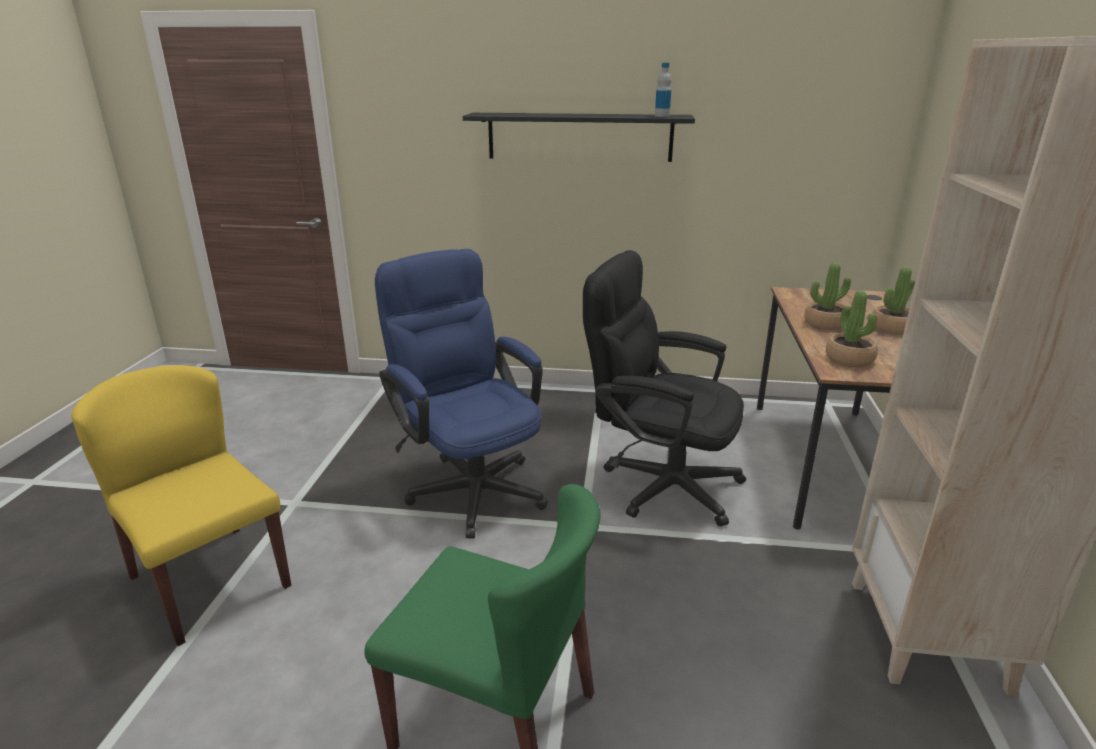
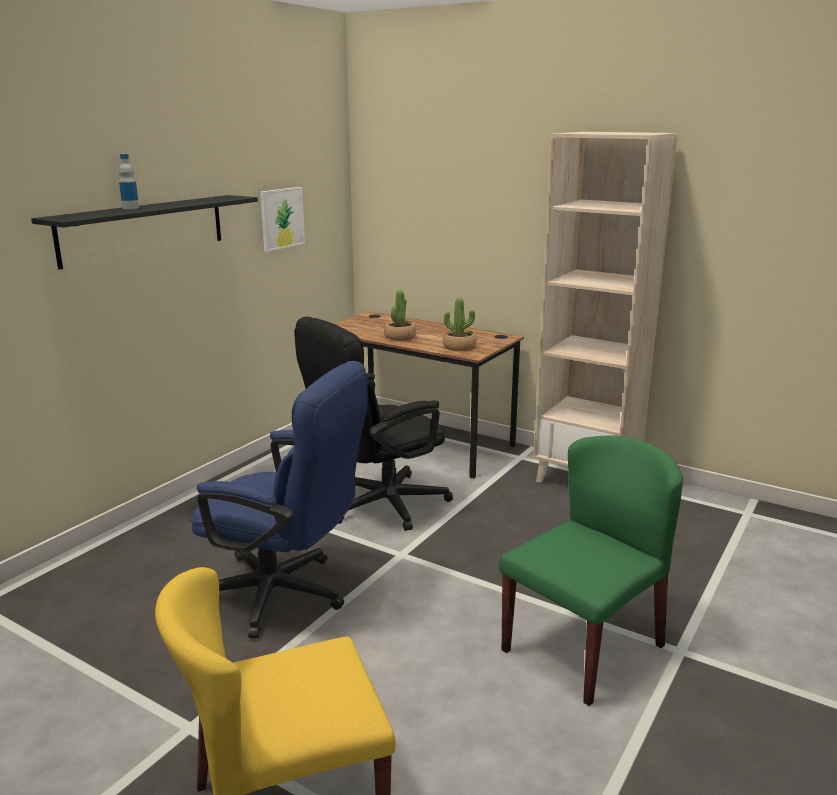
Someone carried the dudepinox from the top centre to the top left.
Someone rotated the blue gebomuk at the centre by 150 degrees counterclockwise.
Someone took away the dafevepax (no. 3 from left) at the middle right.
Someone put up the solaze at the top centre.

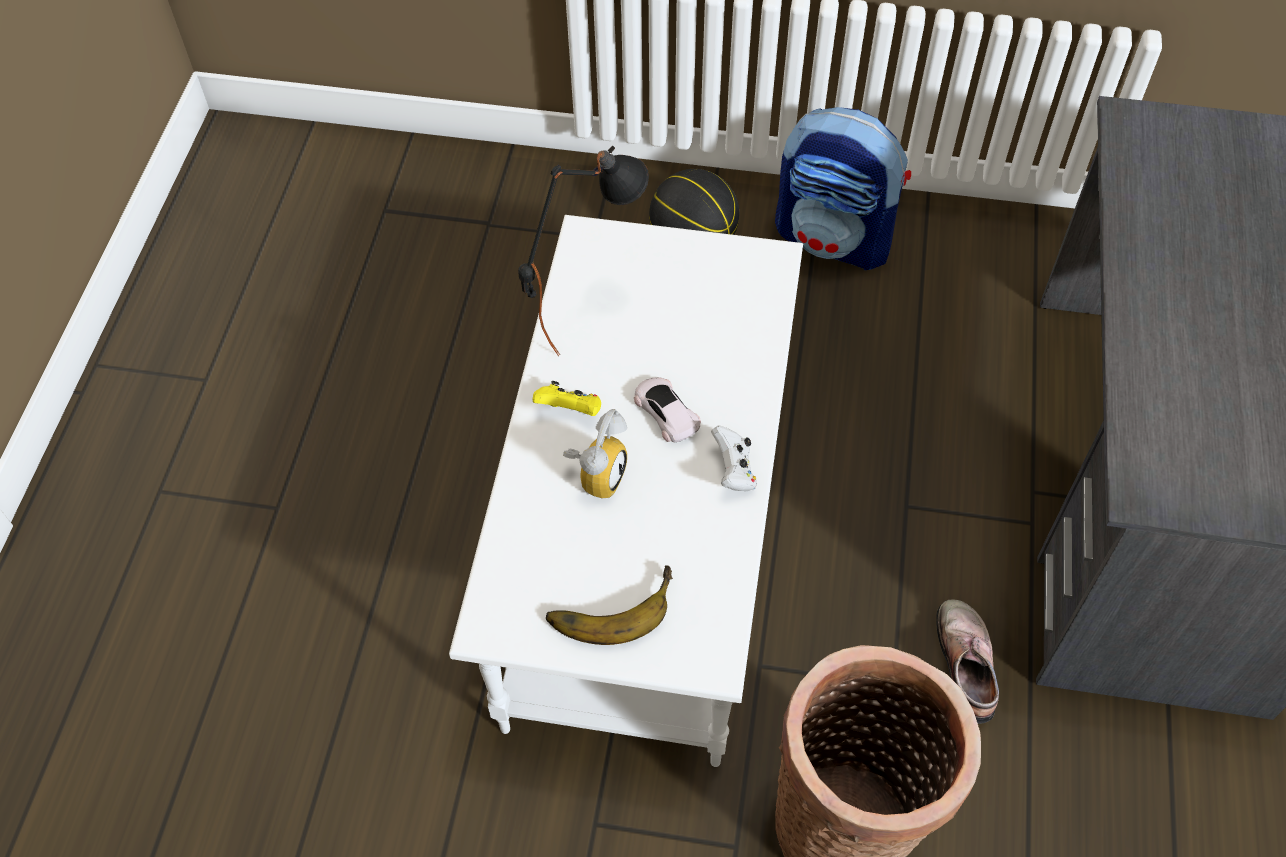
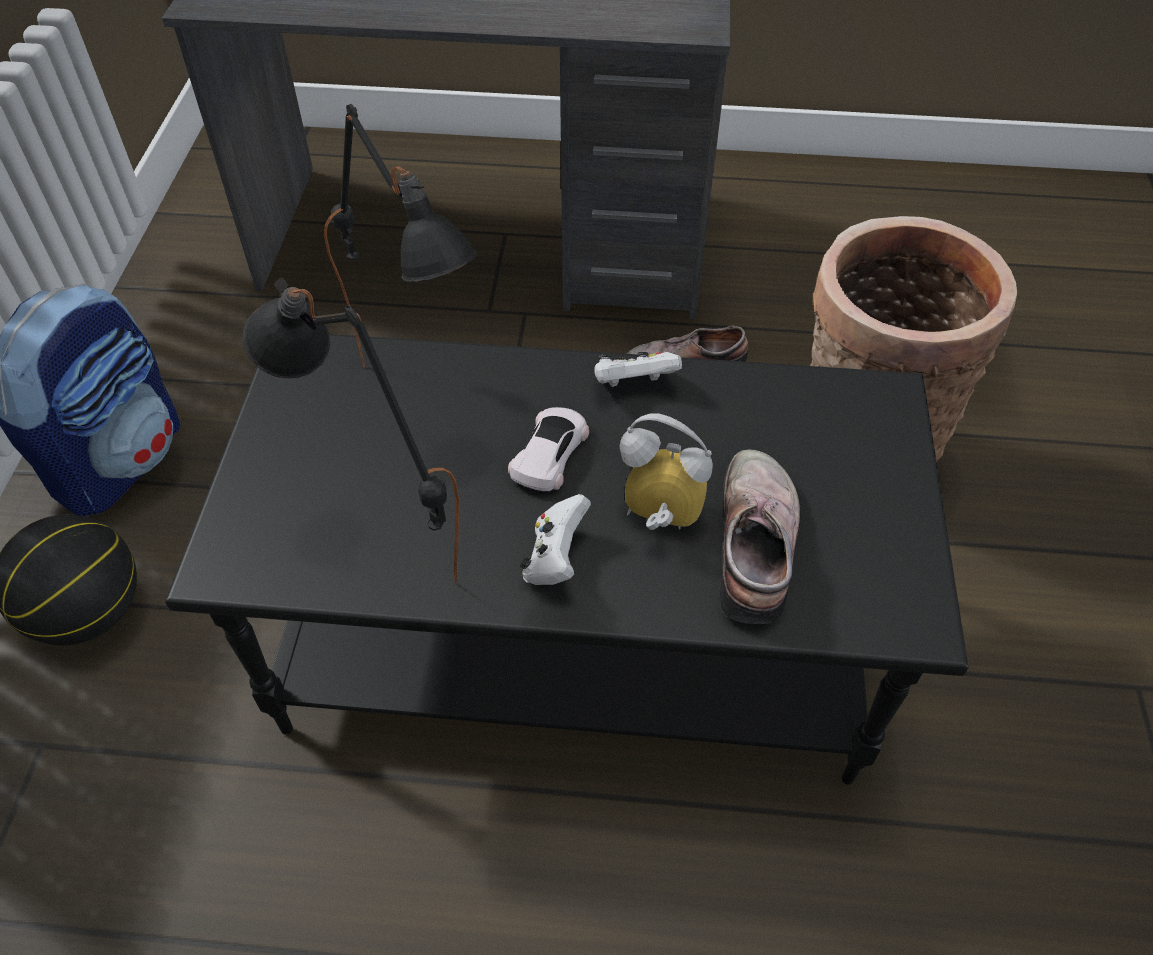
Someone repainted the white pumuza at the centre, which became the black pumuza at the centre.
Someone rotated the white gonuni at the centre by 150 degrees clockwise.
Someone repainted the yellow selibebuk at the centre, which became the white selibebuk (no. 1 from left) at the centre.
Someone took away the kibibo at the bottom centre.
Someone put down the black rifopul (no. 2 from left) at the top centre.
Someone put down the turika (no. 2 from left) at the centre.

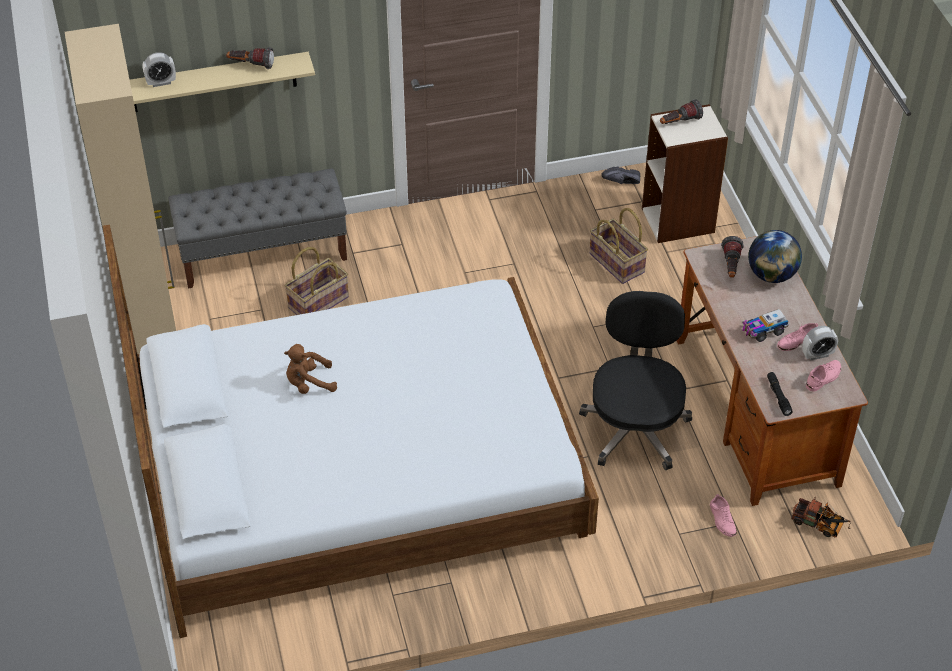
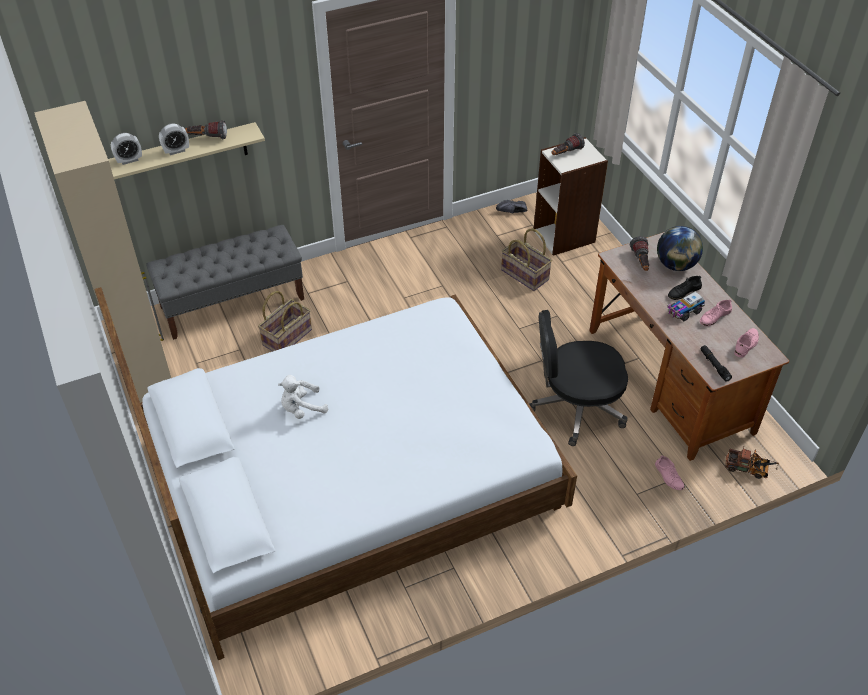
Someone rotated the black gebomuk at the middle right by 90 degrees counterclockwise.
Someone carried the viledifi (no. 2 from left) from the middle right to the top left.
Someone repainted the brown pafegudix at the middle left, which became the white pafegudix at the centre.
Someone put down the black turika (no. 2 from left) at the middle right.

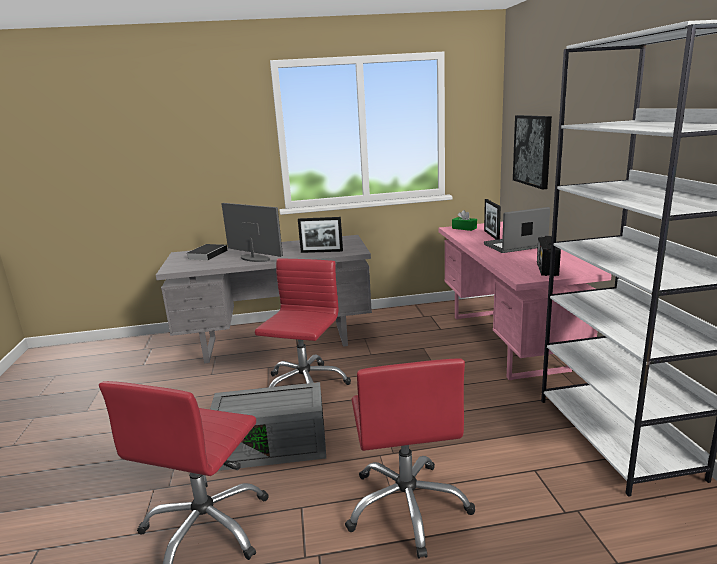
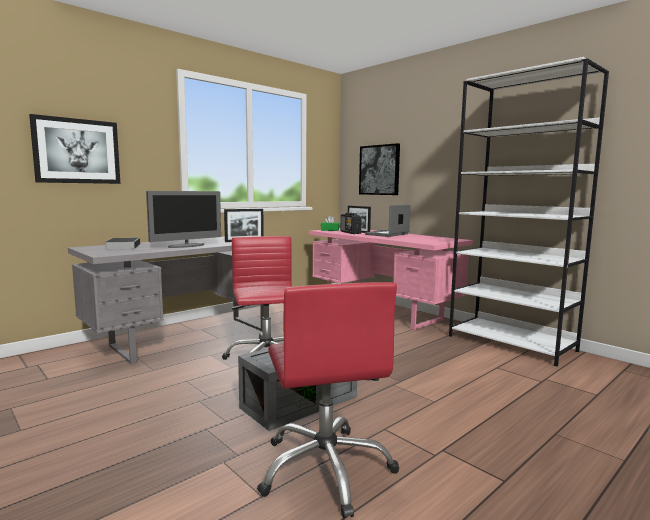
Someone rotated the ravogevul at the centre by 135 degrees clockwise.
Someone carried the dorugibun from the middle right to the centre.
Someone took away the red gebomuk (no. 3 from left) at the bottom centre.
Someone put up the solaze (no. 1 from left) at the top left.

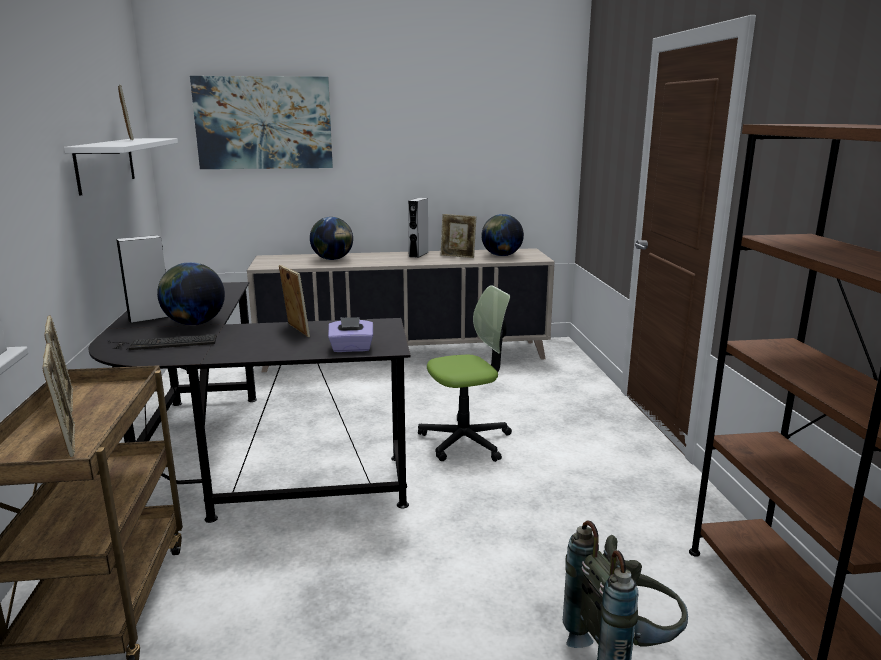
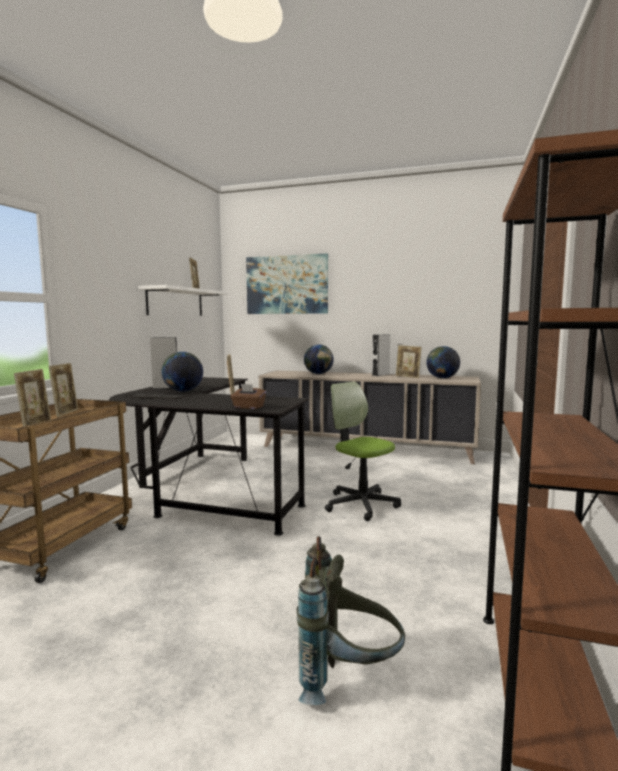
Someone rotated the gebomuk at the centre by 135 degrees counterclockwise.
Someone repainted the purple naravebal at the centre, which became the brown naravebal at the centre.

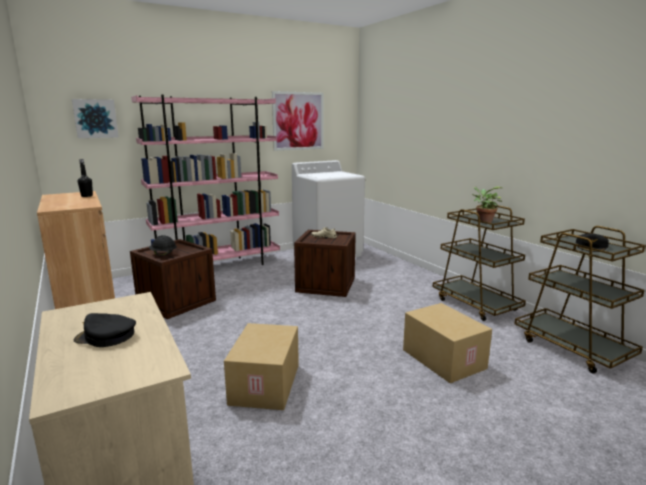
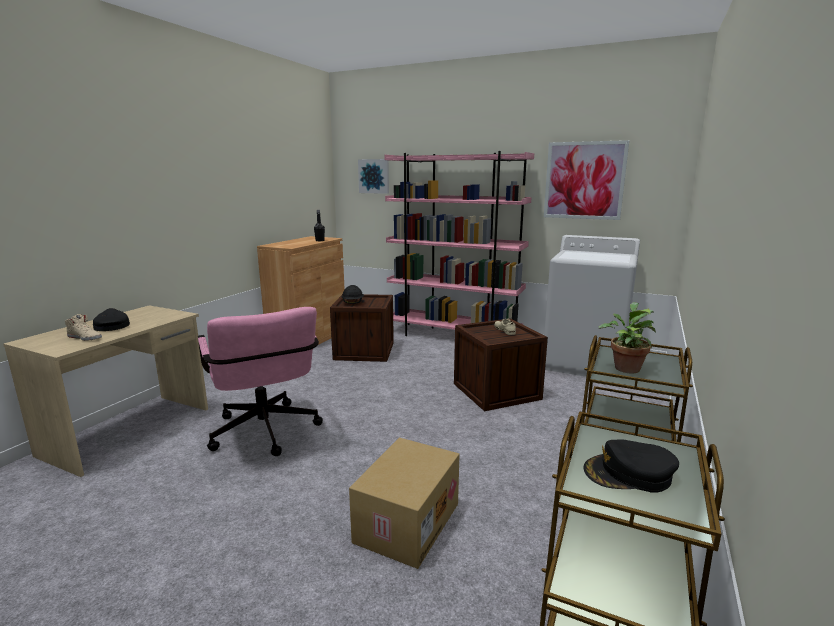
Someone swapped the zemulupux (no. 1 from left) at the bottom centre for the pink gebomuk at the middle left.
Someone put down the beige turika (no. 1 from left) at the middle left.

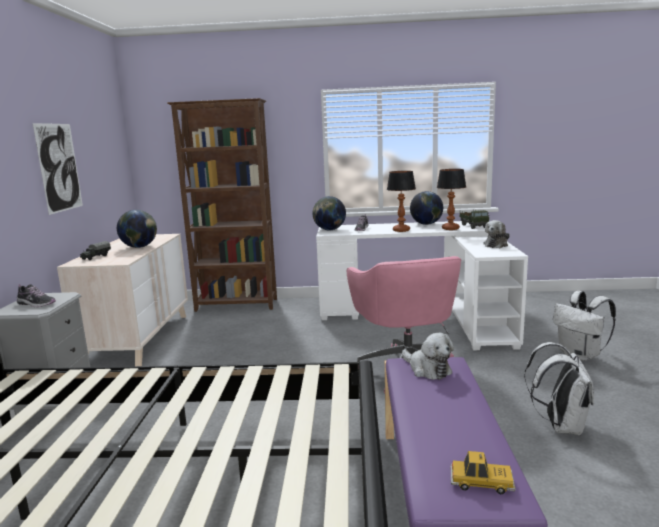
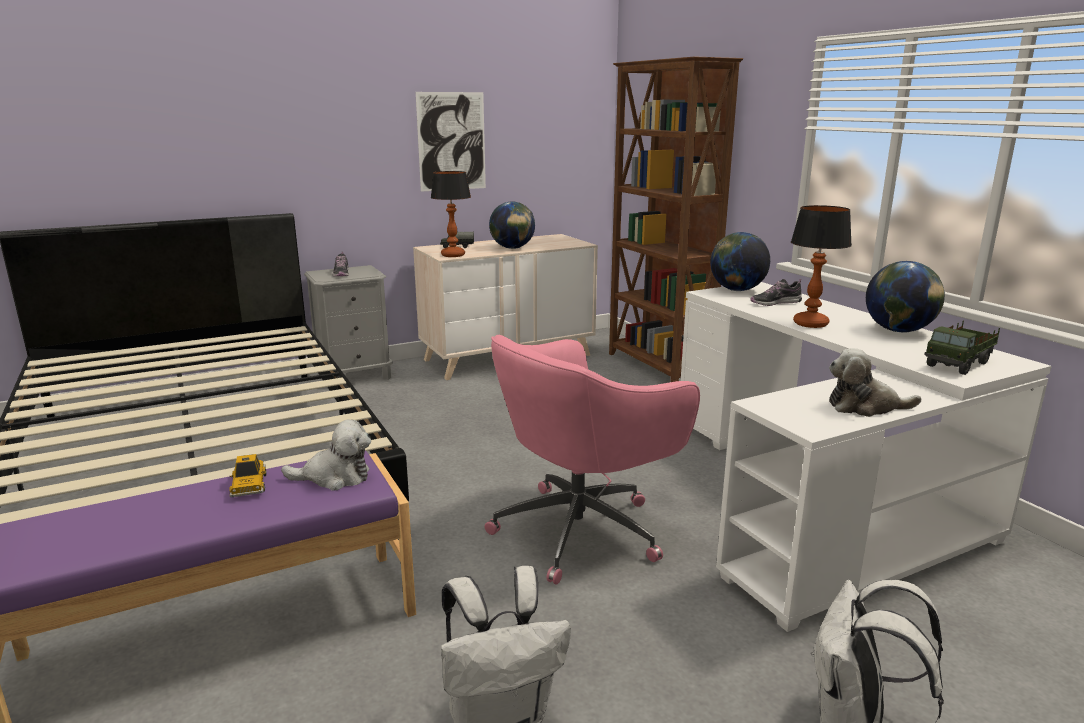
Someone carried the rifopul (no. 2 from left in the first image) from the middle right to the top centre.
Someone rotated the pafegudix (no. 1 from left) at the bottom centre by 120 degrees counterclockwise.
Someone carried the gonuni from the bottom right to the middle left.

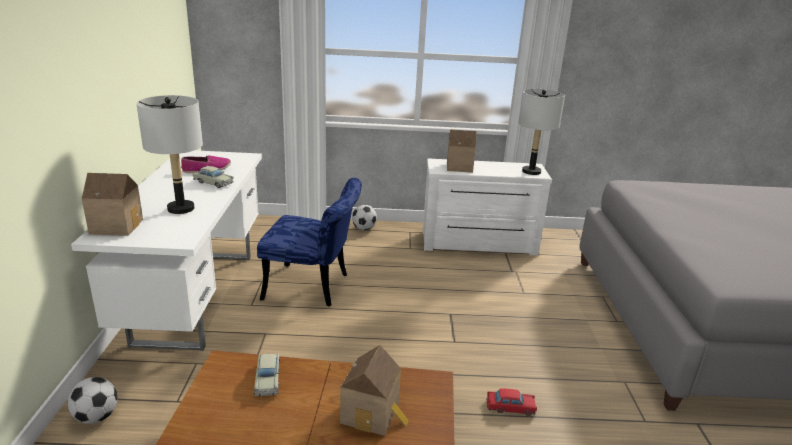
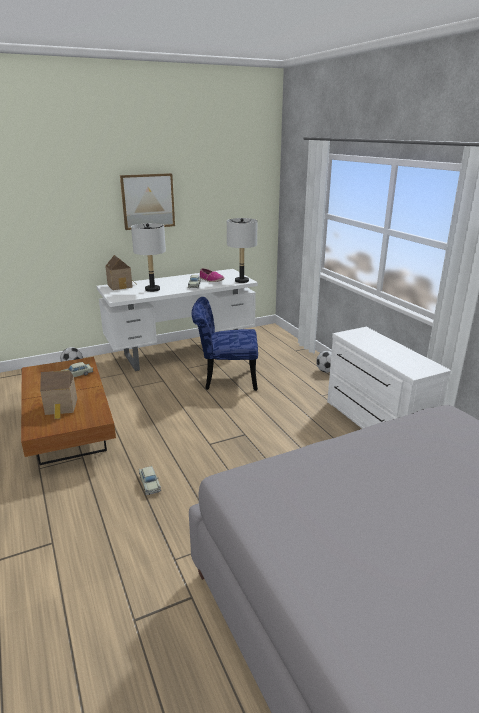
Someone carried the grey rifopul (no. 2 from left) from the top right to the centre.
Someone took away the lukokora (no. 3 from left) at the centre.
Someone rotated the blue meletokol at the centre by 105 degrees clockwise.
Someone repainted the red gonuni at the bottom centre, which became the beige gonuni (no. 2 from left) at the bottom left.
Someone put up the solaze at the top left.

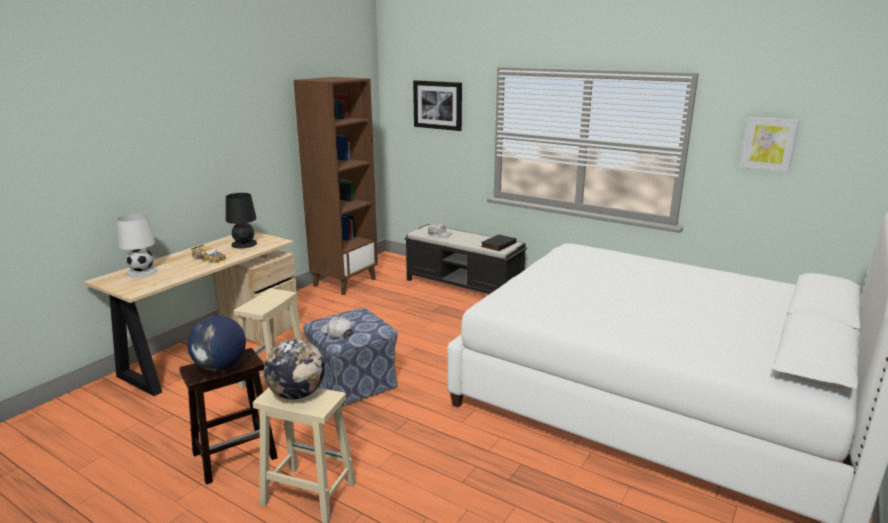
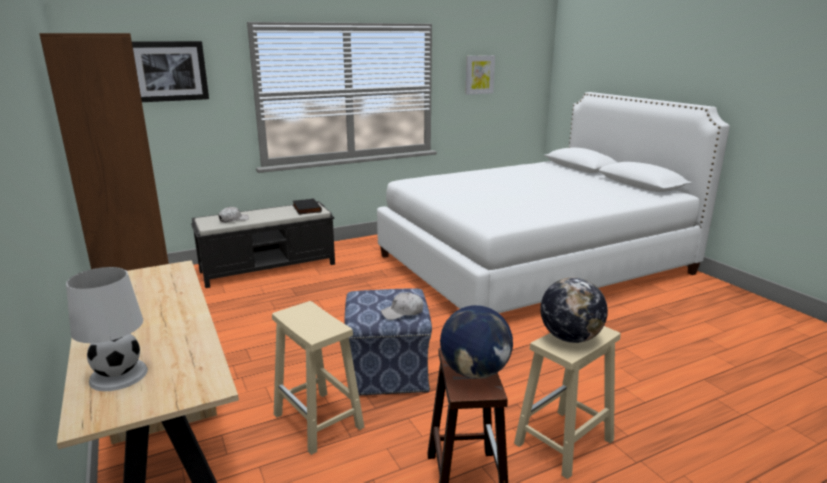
Someone took away the black rifopul at the middle left.
Someone took away the gonuni at the middle left.

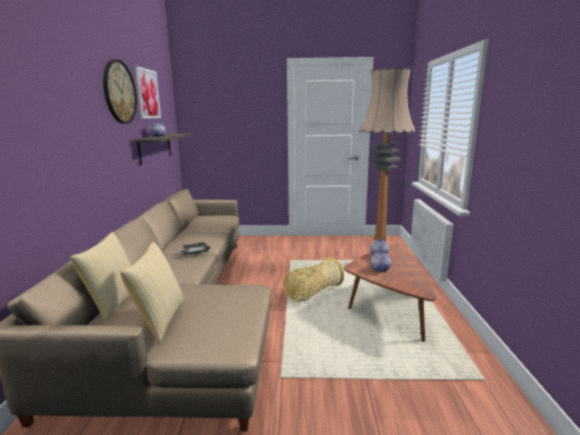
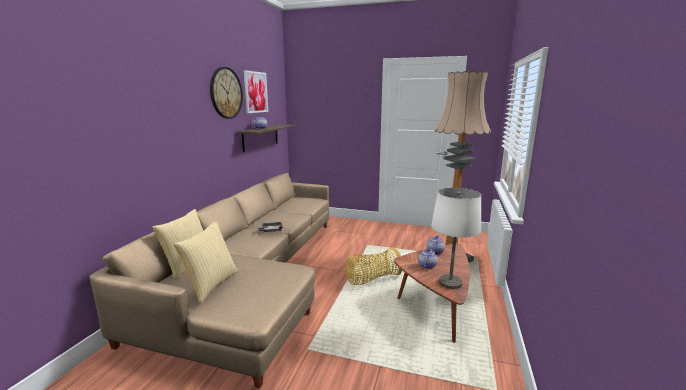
Someone put down the white rifopul at the centre.

